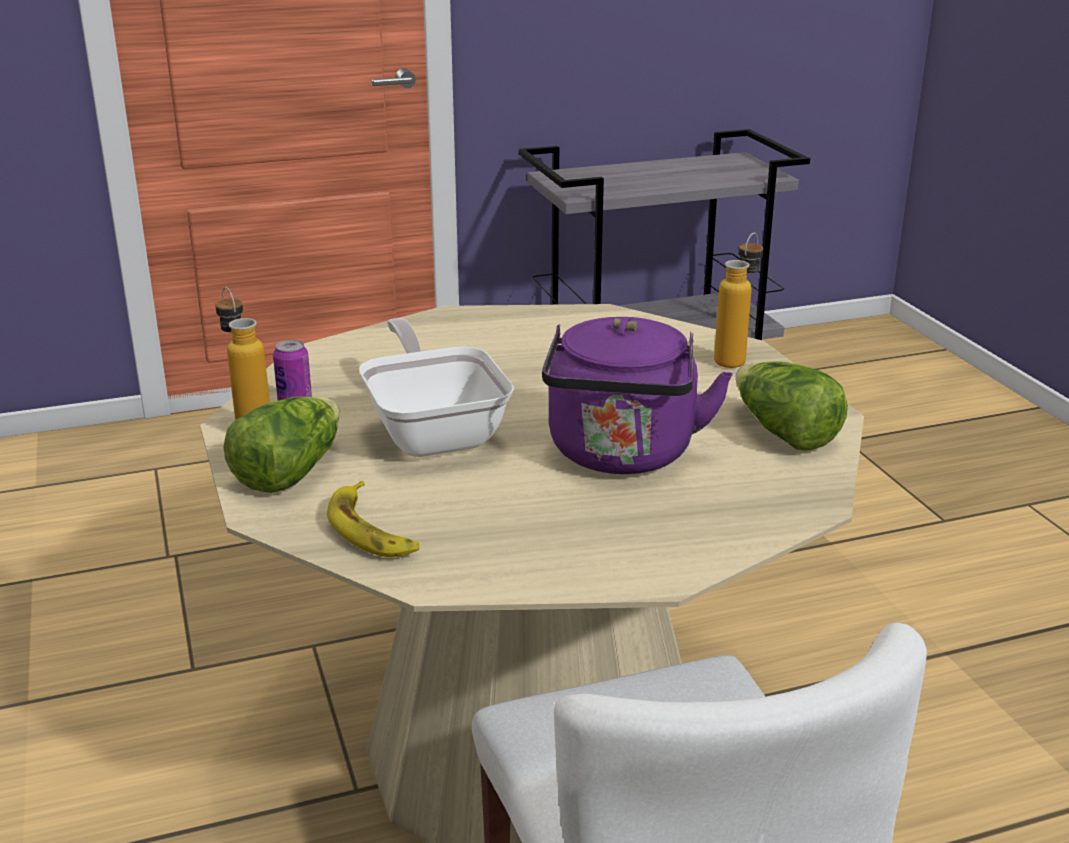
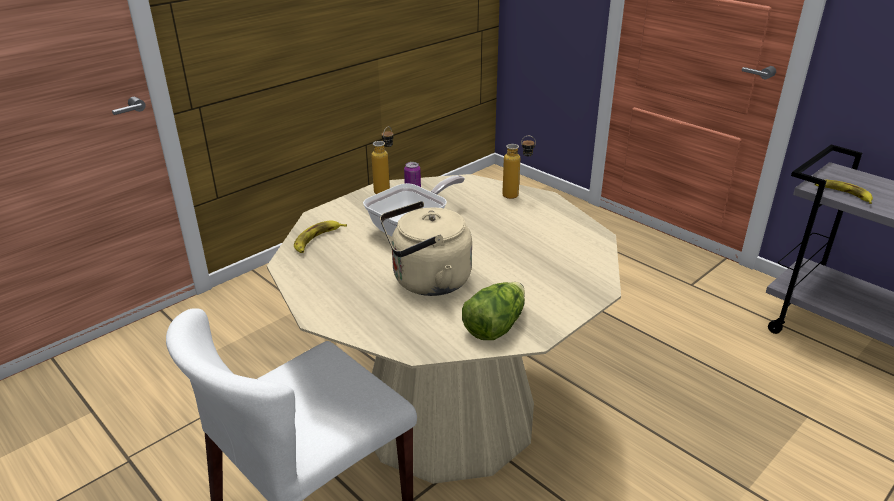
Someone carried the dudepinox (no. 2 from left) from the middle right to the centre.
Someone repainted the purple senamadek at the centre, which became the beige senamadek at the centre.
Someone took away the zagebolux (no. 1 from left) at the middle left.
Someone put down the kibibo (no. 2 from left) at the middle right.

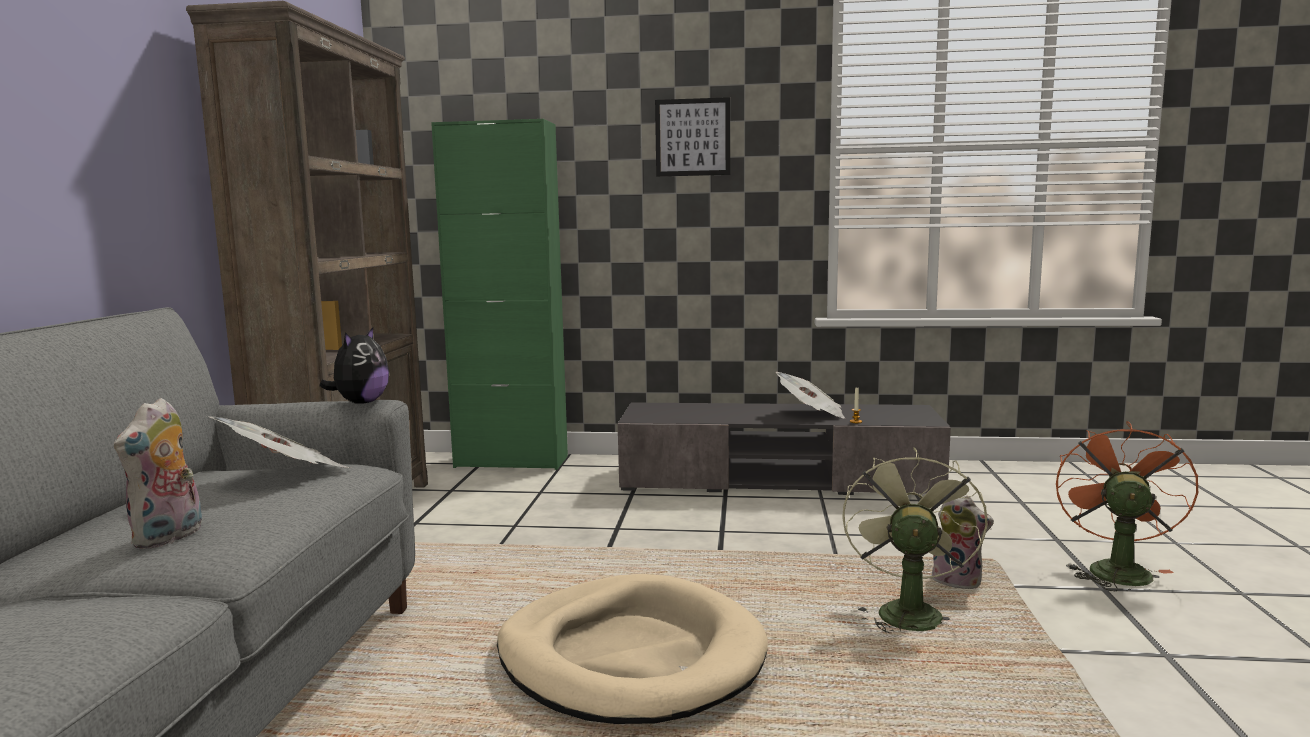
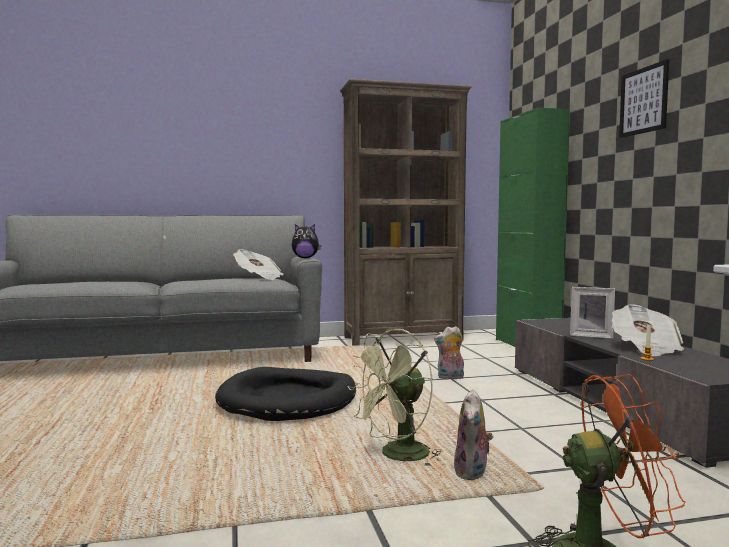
Someone carried the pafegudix (no. 1 from left in the first image) from the middle left to the centre.
Someone rotated the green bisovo at the bottom right by 150 degrees clockwise.
Someone repainted the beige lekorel at the bottom centre, which became the black lekorel at the bottom centre.
Someone put down the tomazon at the middle right.

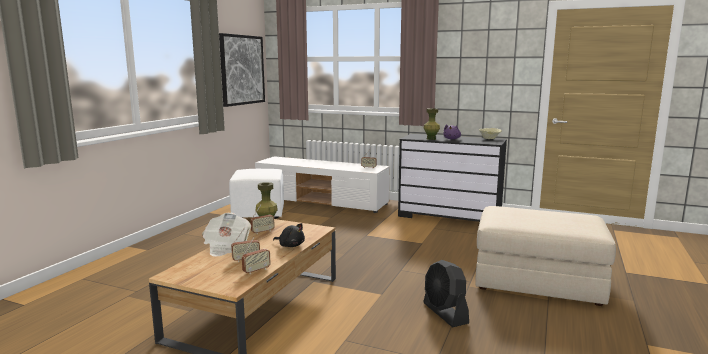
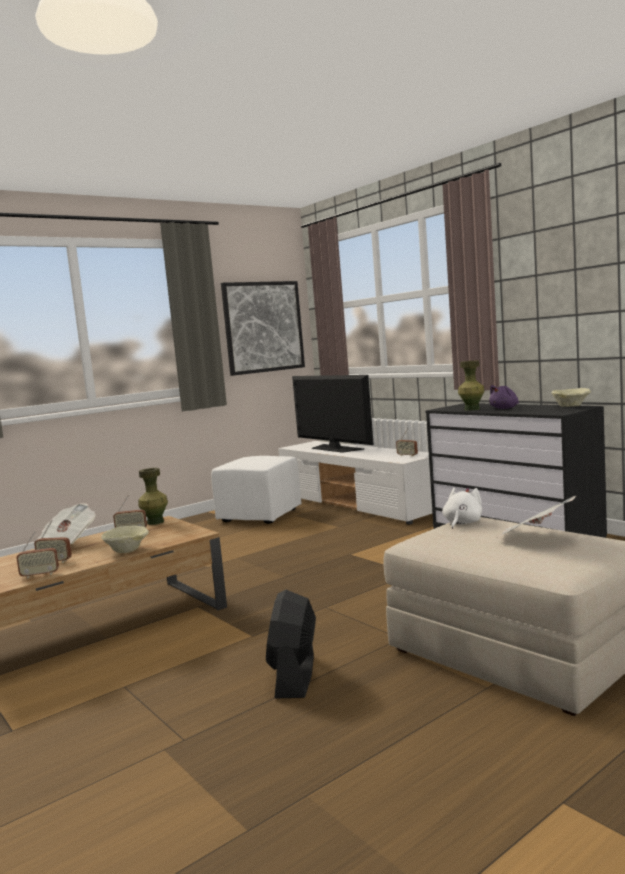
Someone swapped the black pafegudix at the centre for the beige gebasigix (no. 1 from left) at the middle left.
Someone put down the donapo at the centre.
Someone put down the white pafegudix at the middle right.
Someone put down the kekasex (no. 2 from left) at the middle right.

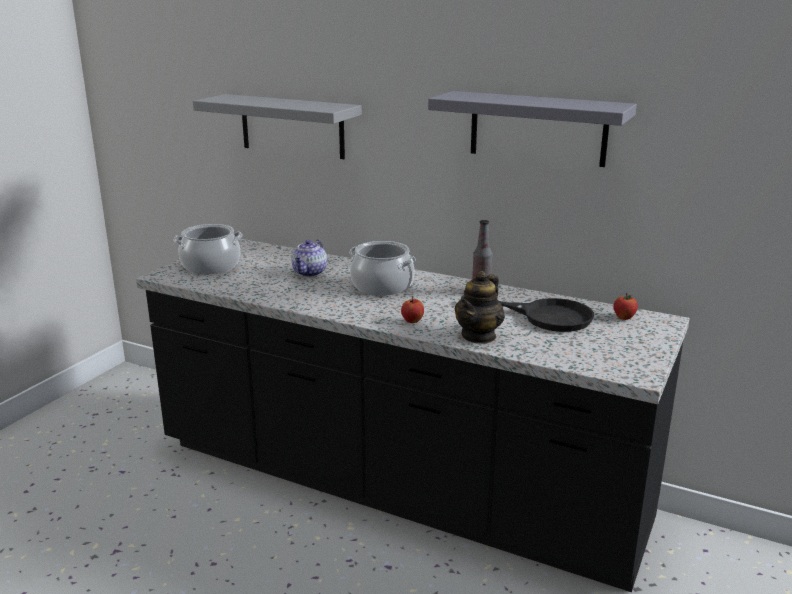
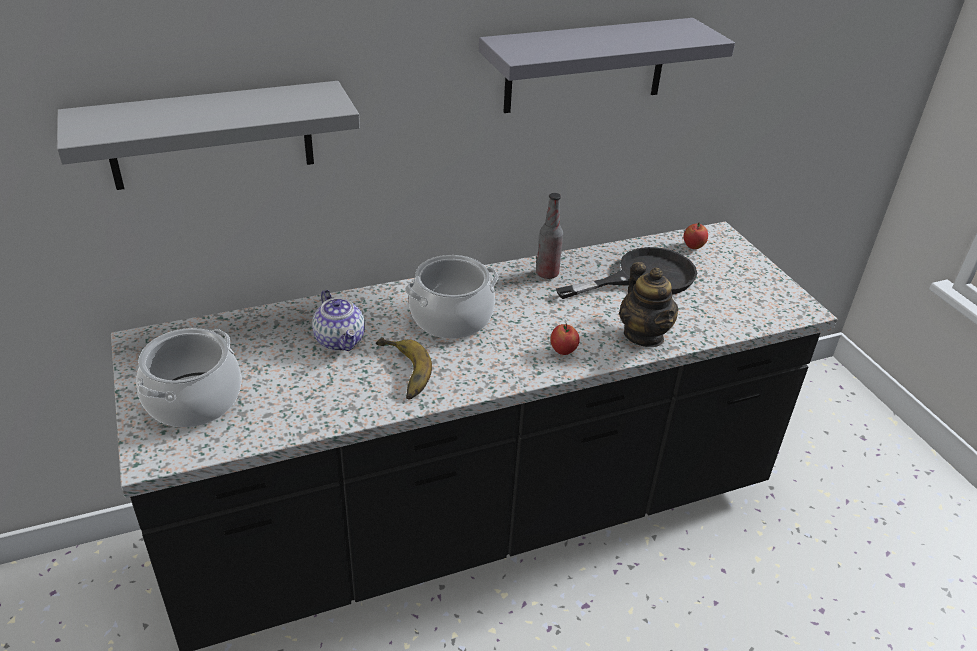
Someone put down the kibibo at the centre.

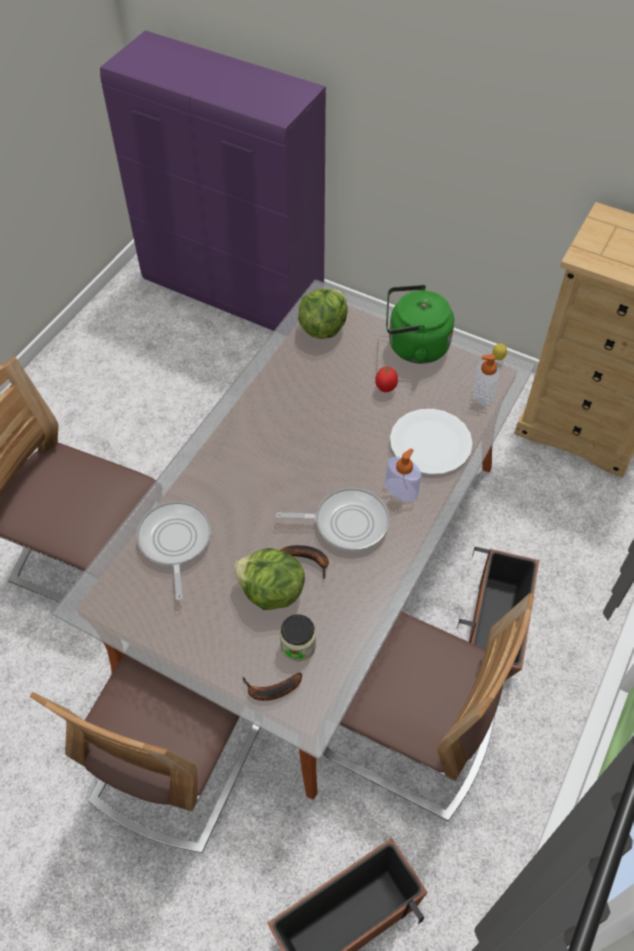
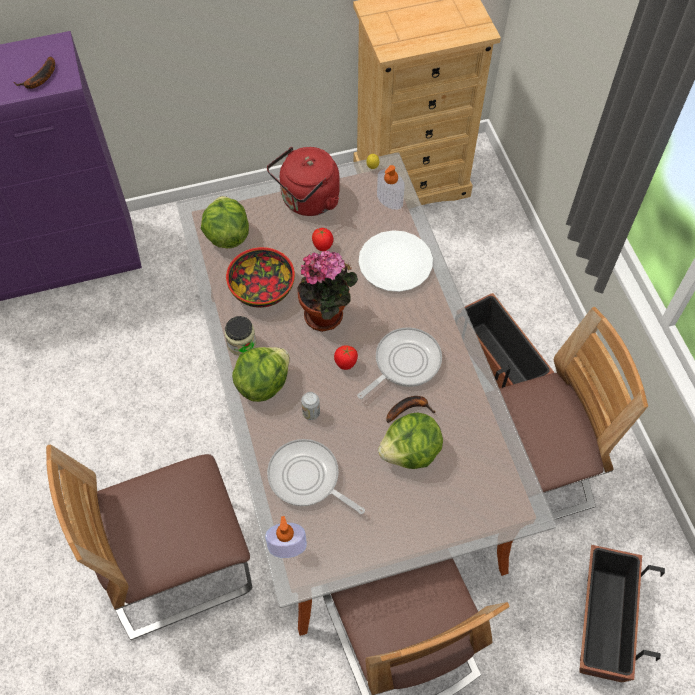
Someone repainted the green senamadek at the centre, which became the red senamadek at the top centre.
Someone carried the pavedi (no. 1 from left) from the centre to the bottom centre.
Someone carried the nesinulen from the bottom centre to the centre.
Someone carried the kibibo (no. 1 from left) from the bottom centre to the top left.
Someone put down the gebasigix at the centre.
Someone put down the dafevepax at the centre.
Someone put down the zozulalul (no. 2 from left) at the centre.
Someone put down the zagebolux (no. 2 from left) at the centre.
Someone put down the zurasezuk at the centre.

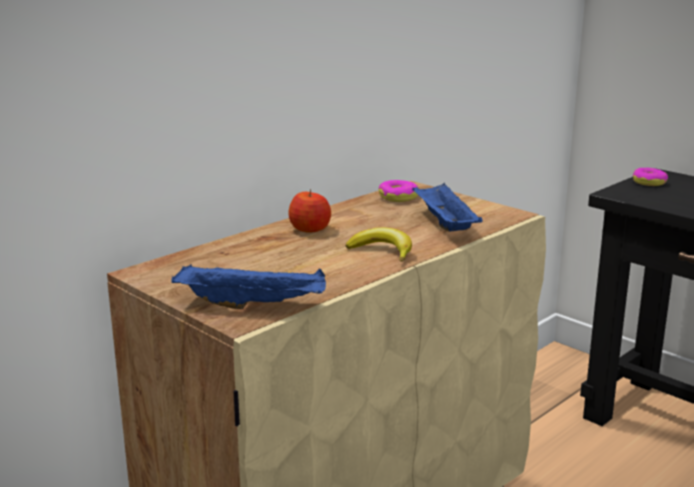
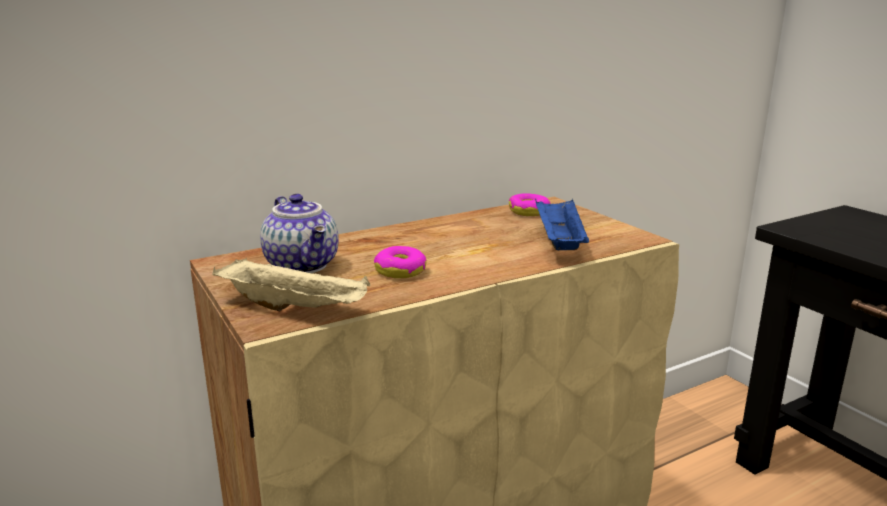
Someone carried the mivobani (no. 2 from left in the first image) from the middle right to the centre.
Someone took away the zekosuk at the centre.
Someone took away the kibibo at the centre.
Someone repainted the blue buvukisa (no. 1 from left) at the centre, which became the beige buvukisa at the middle left.
Someone put down the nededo at the centre.

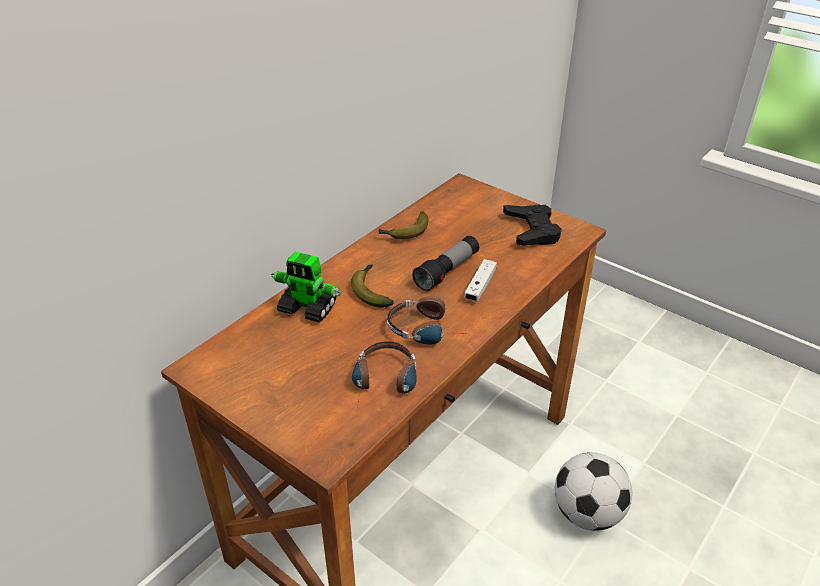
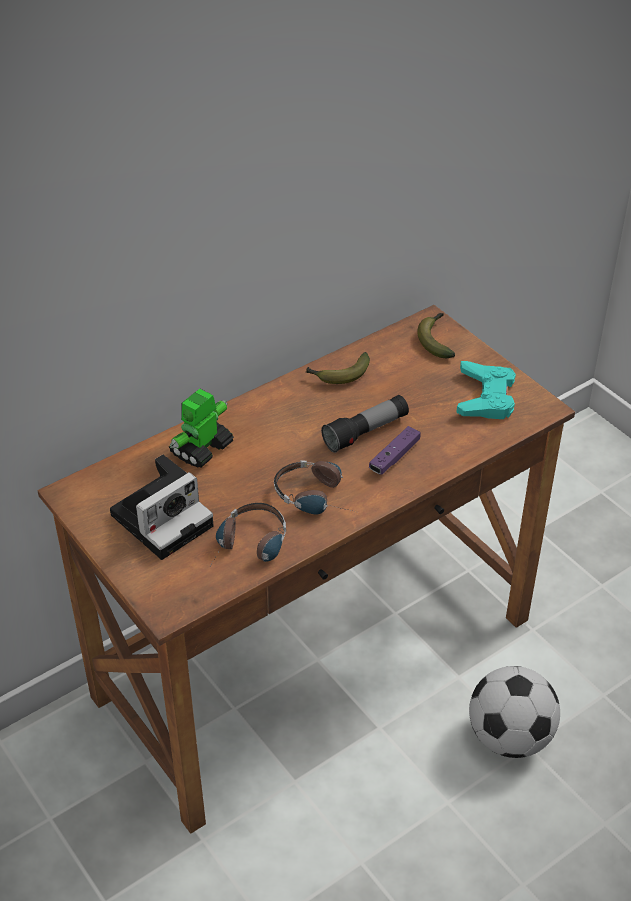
Someone repainted the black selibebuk at the centre, which became the turquoise selibebuk at the middle right.
Someone rotated the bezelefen at the centre by 90 degrees clockwise.
Someone repainted the white selibebuk at the centre, which became the purple selibebuk at the centre.
Someone carried the kibibo (no. 1 from left in the first image) from the centre to the middle right.
Someone put down the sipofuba at the middle left.

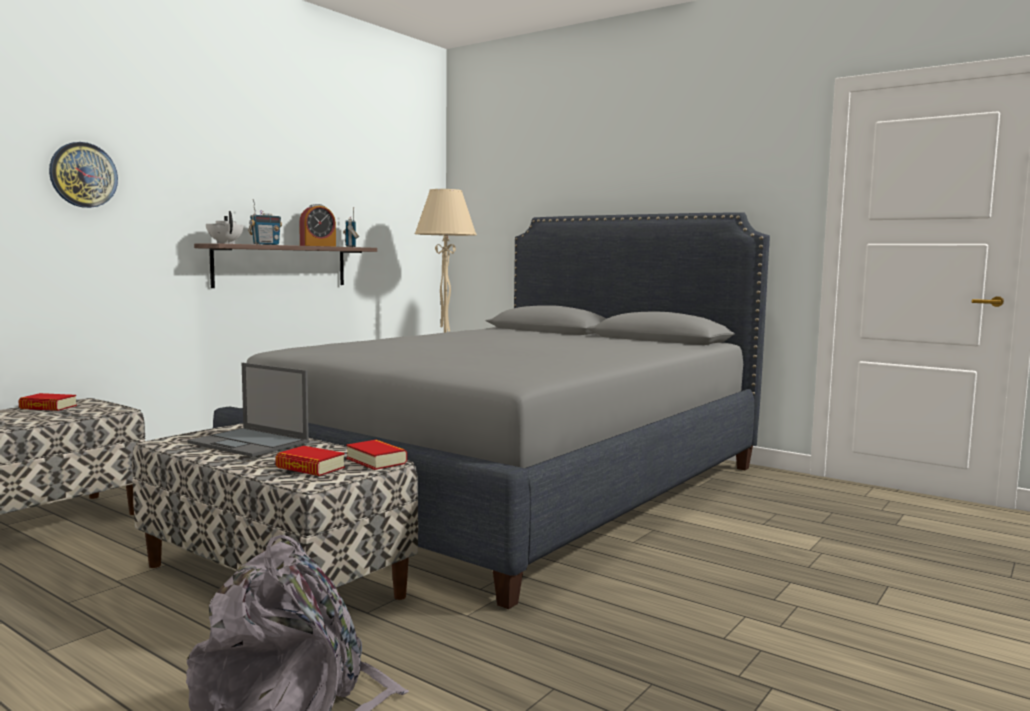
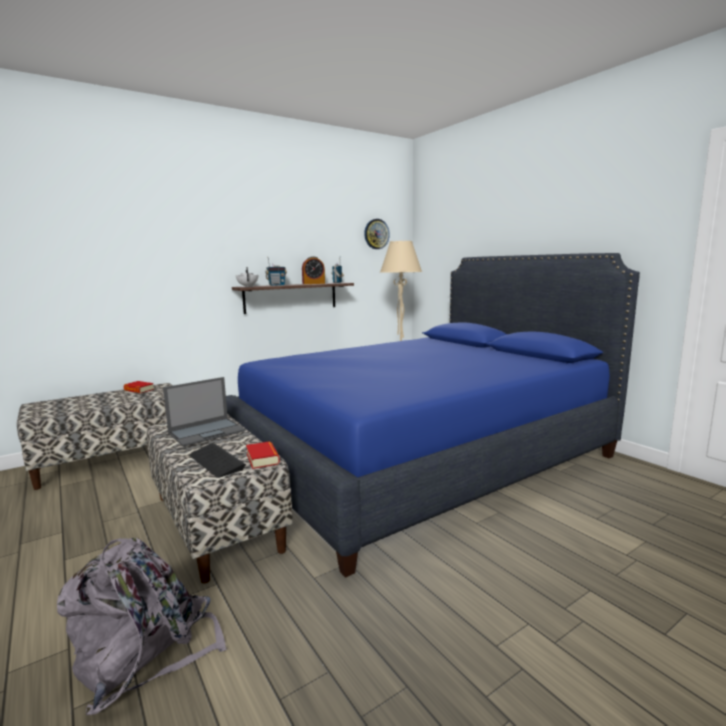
Someone carried the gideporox from the top left to the top centre.
Someone repainted the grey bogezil at the centre, which became the blue bogezil at the centre.
Someone rotated the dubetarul at the middle left by 90 degrees counterclockwise.
Someone swapped the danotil (no. 2 from left) at the middle left for the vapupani at the middle left.

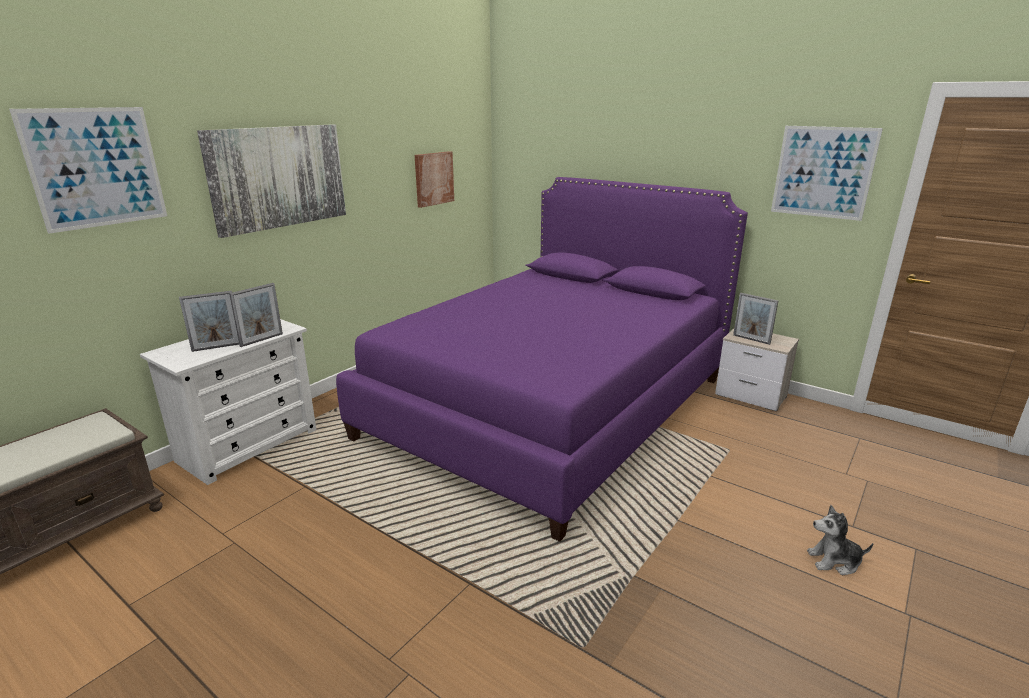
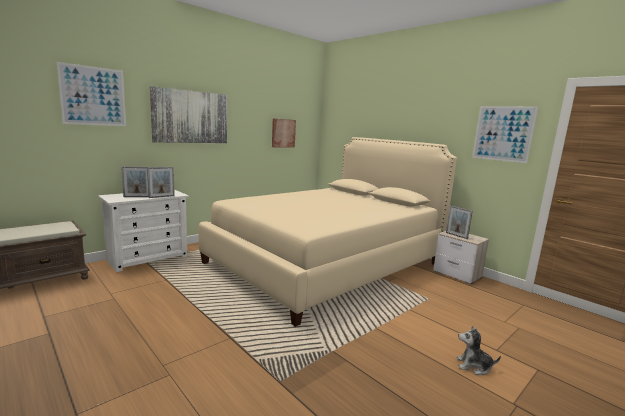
Someone repainted the purple bogezil at the centre, which became the beige bogezil at the centre.

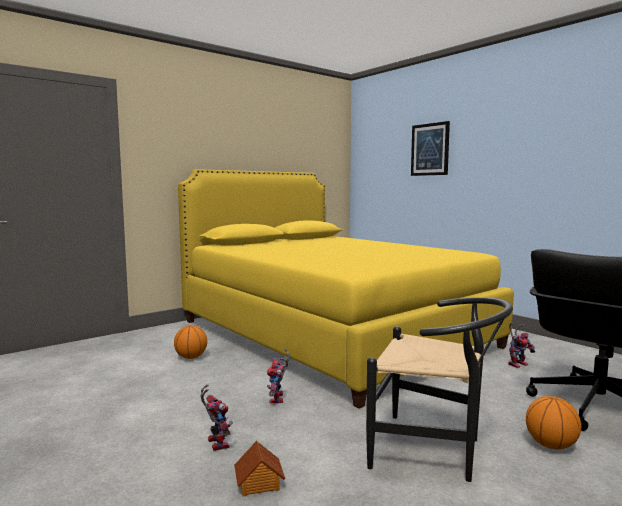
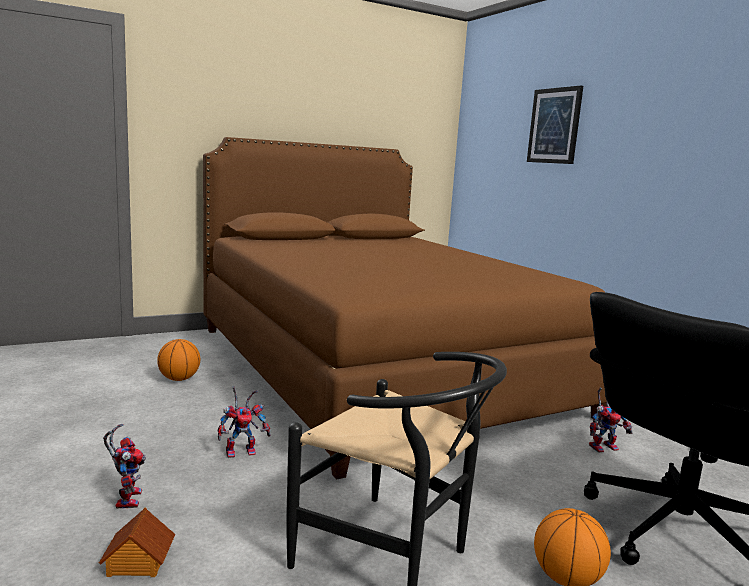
Someone repainted the yellow bogezil at the centre, which became the brown bogezil at the centre.
Someone rotated the bezelefen (no. 2 from left) at the bottom centre by 120 degrees counterclockwise.

